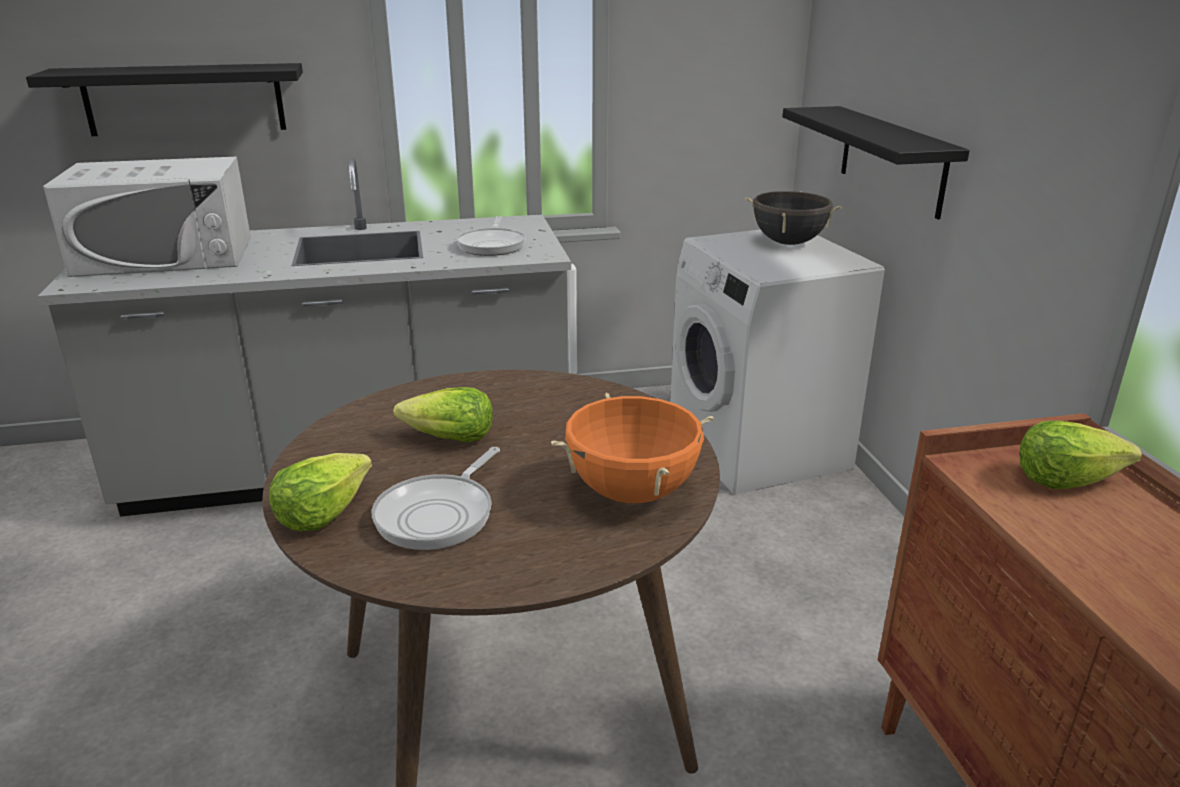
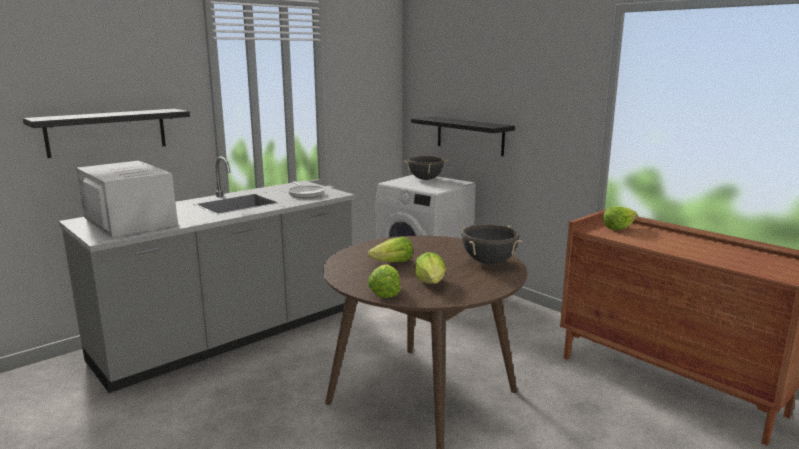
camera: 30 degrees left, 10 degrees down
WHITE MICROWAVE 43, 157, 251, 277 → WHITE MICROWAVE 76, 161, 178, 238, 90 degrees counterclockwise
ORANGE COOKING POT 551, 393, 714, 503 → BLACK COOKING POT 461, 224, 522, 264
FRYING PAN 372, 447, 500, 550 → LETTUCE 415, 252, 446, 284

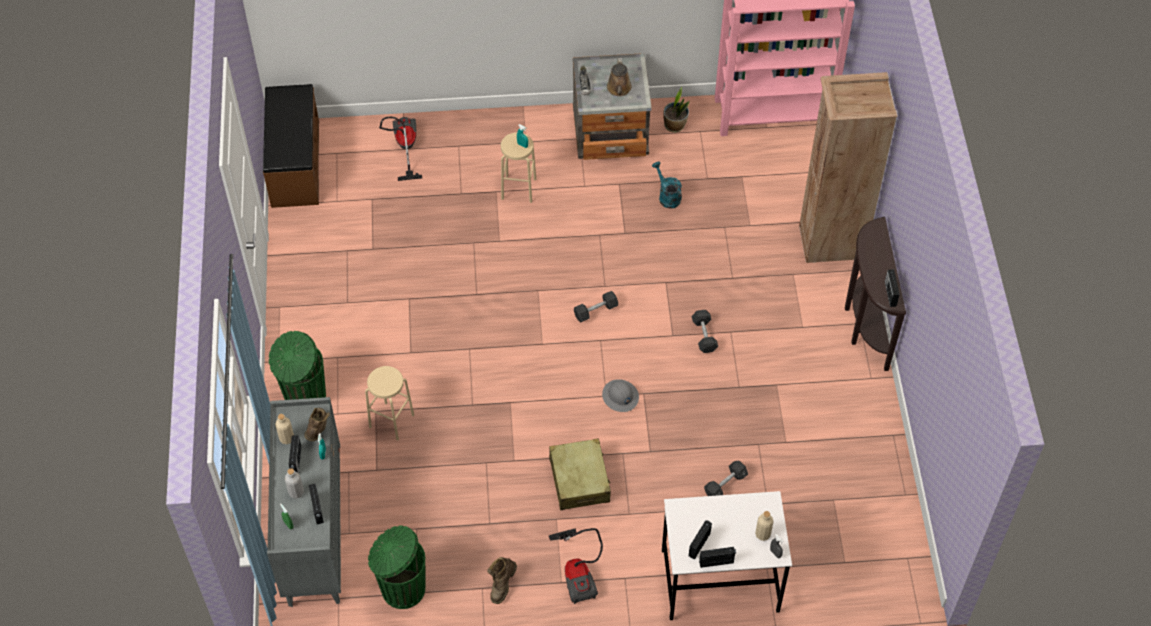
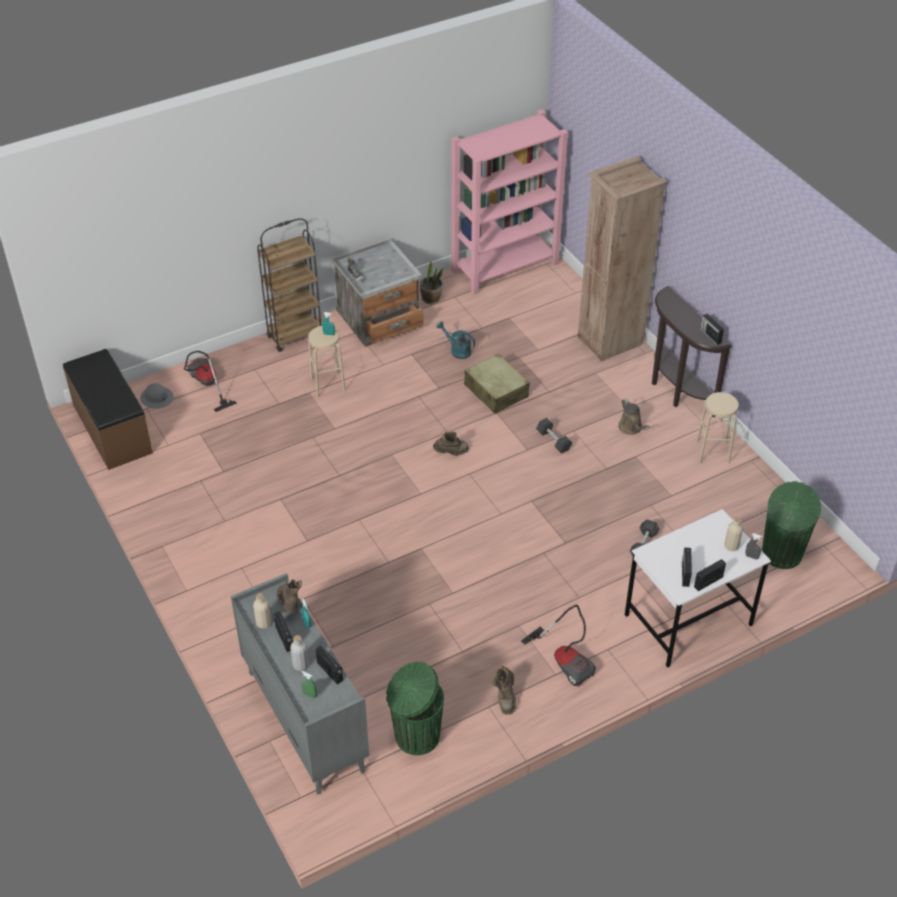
camera: 25 degrees left, 10 degrees down
BROWN WATERING CAN 607, 58, 632, 96 → BROWN WATERING CAN 618, 398, 650, 435, relocated
BLACK DUMBBELL 574, 291, 618, 322 → BROWN BOOT 433, 432, 469, 456
GREEN TRASH CAN 269, 331, 326, 400 → GREEN TRASH CAN 762, 481, 821, 569, relocated
BEIGE STOOL 365, 366, 414, 440 → BEIGE STOOL 696, 392, 739, 464, relocated
GREY HARD HAT 602, 379, 639, 412 → GREY HARD HAT 140, 383, 174, 409, relocated
BEIGE SUITCASE 549, 438, 611, 510 → BEIGE SUITCASE 464, 354, 530, 414, relocated
- → BROWN CART 257, 218, 321, 352

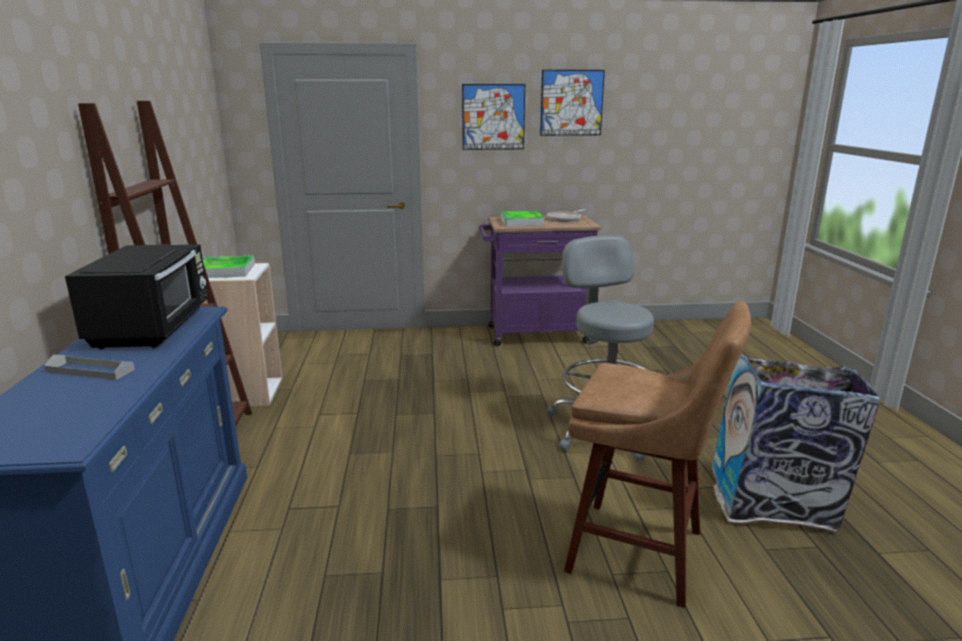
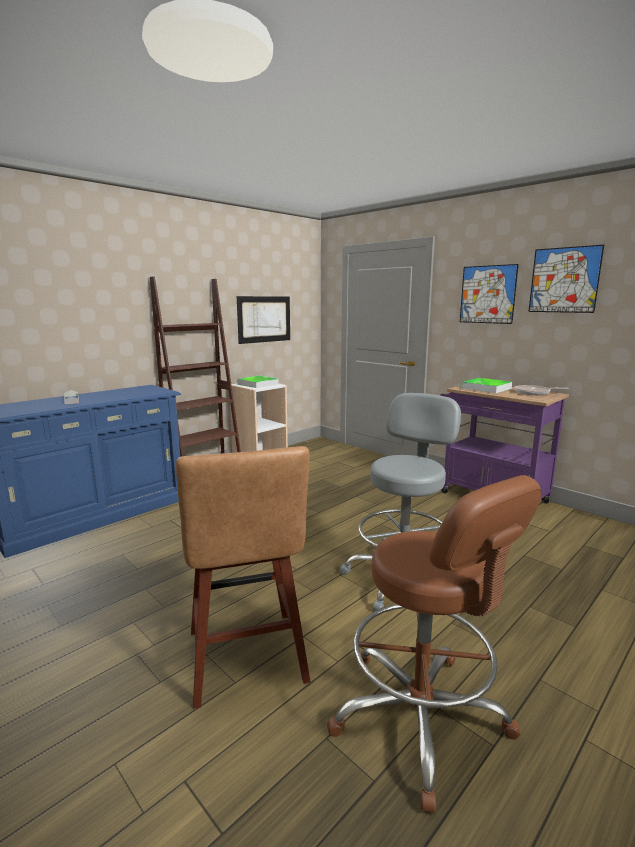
camera: 50 degrees right, 5 degrees down
BLACK MICROWAVE 65, 244, 208, 349 → -
TRASH CAN 712, 354, 880, 532 → BROWN STOOL 327, 475, 542, 813
- → PICTURE 237, 296, 290, 344

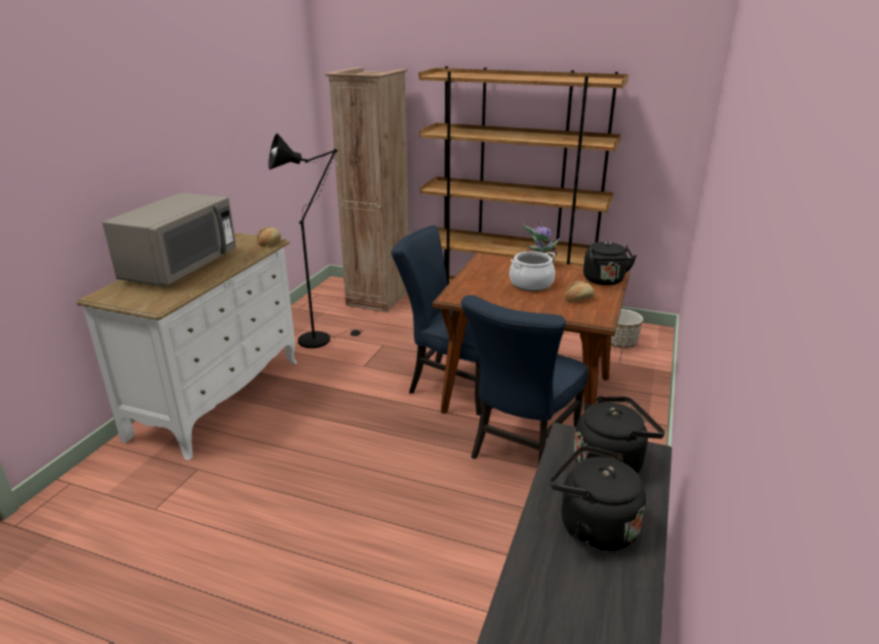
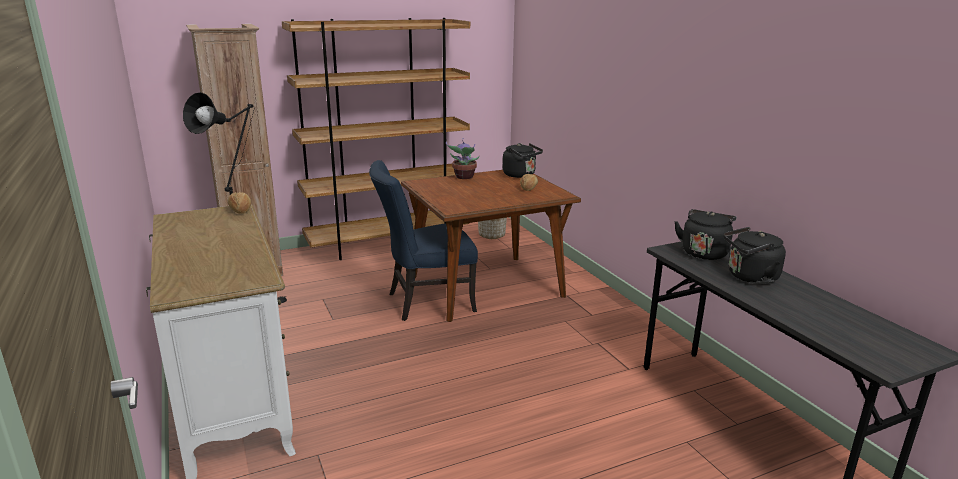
camera: 45 degrees left, 5 degrees down
GREY MICROWAVE 102, 193, 236, 286 → -
COOKING POT 509, 251, 556, 291 → -
BLUE CHAIR 461, 295, 588, 462 → -

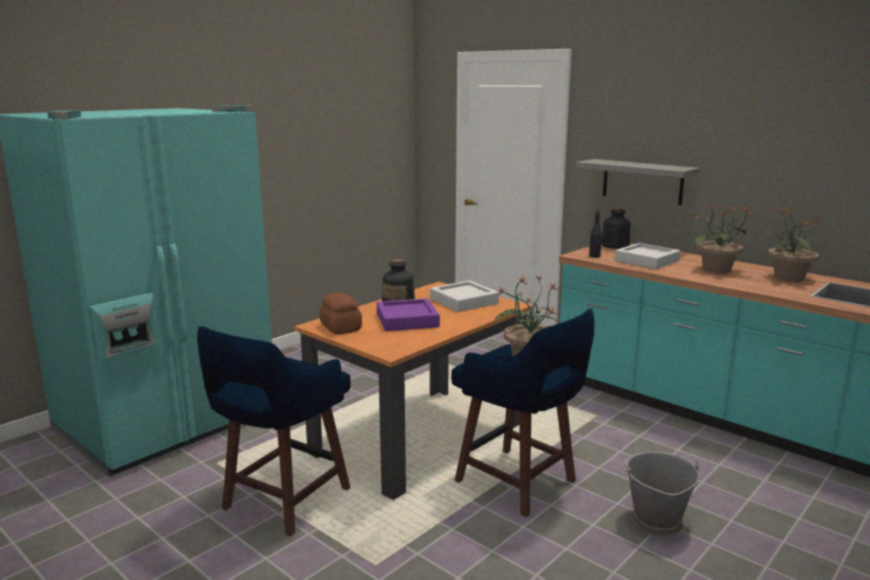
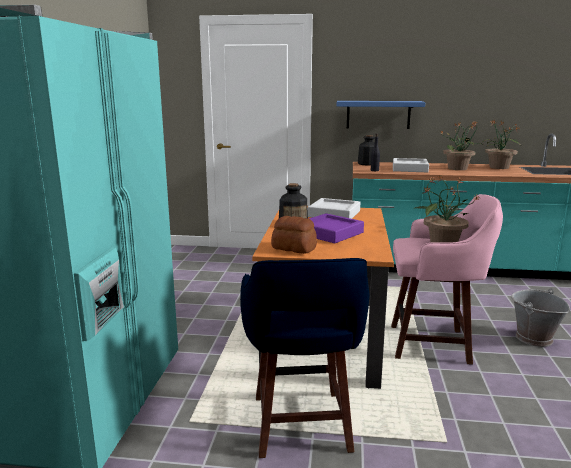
camera: 35 degrees left, 0 degrees up
GREY SHELF 576, 159, 700, 205 → BLUE SHELF 337, 101, 425, 129
BLUE STOOL 451, 309, 595, 517 → PINK STOOL 391, 194, 503, 365

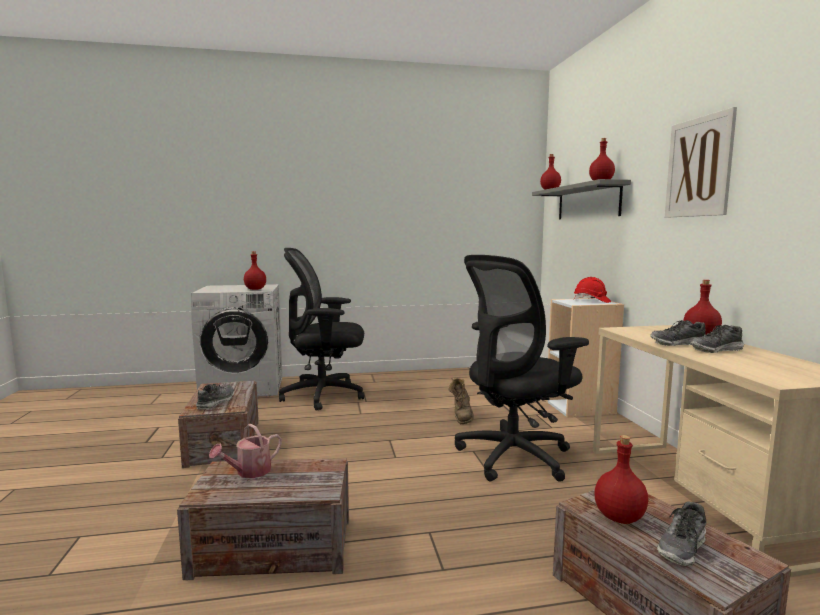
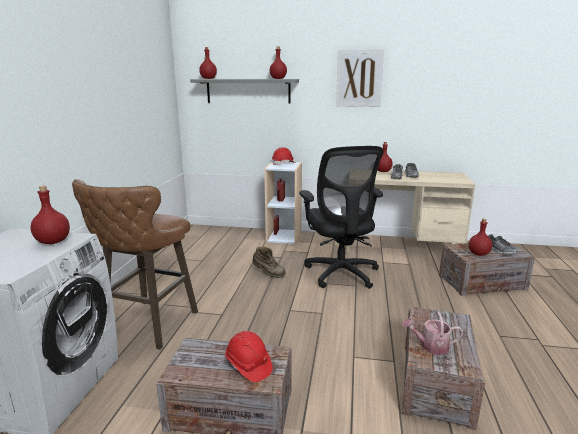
camera: 70 degrees left, 10 degrees up
BLACK OFFICE CHAIR 279, 248, 364, 411 → BROWN STOOL 72, 179, 198, 350
SHOE 196, 384, 234, 410 → RED HARD HAT 225, 331, 273, 382
WATERING CAN 209, 424, 282, 478 → WATERING CAN 402, 312, 463, 355, 120 degrees clockwise

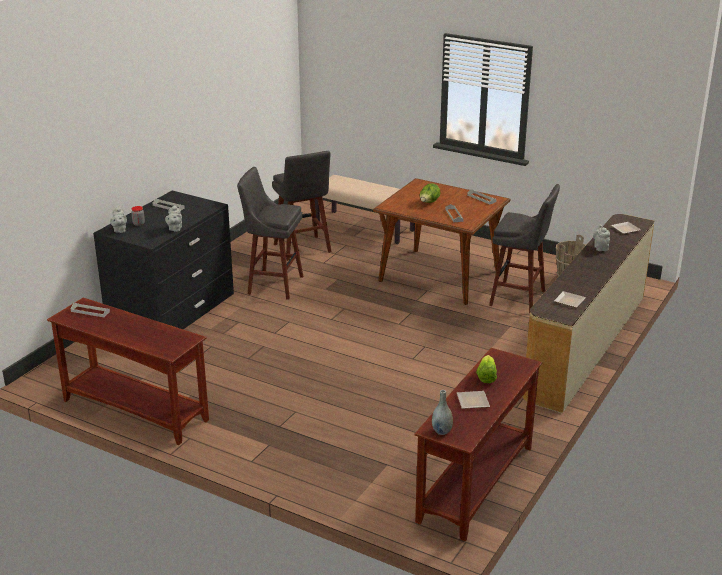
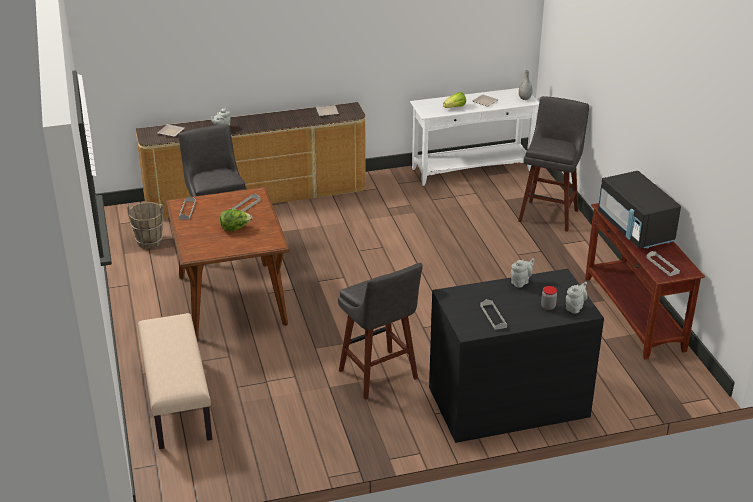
camera: 135 degrees left, 5 degrees up
GREY STOOL 272, 151, 331, 261 → GREY STOOL 518, 96, 589, 232, relocated
BROWN CONSOLE TABLE 414, 348, 542, 541 → WHITE CONSOLE TABLE 410, 88, 539, 186
- → BLACK MICROWAVE 598, 171, 681, 249

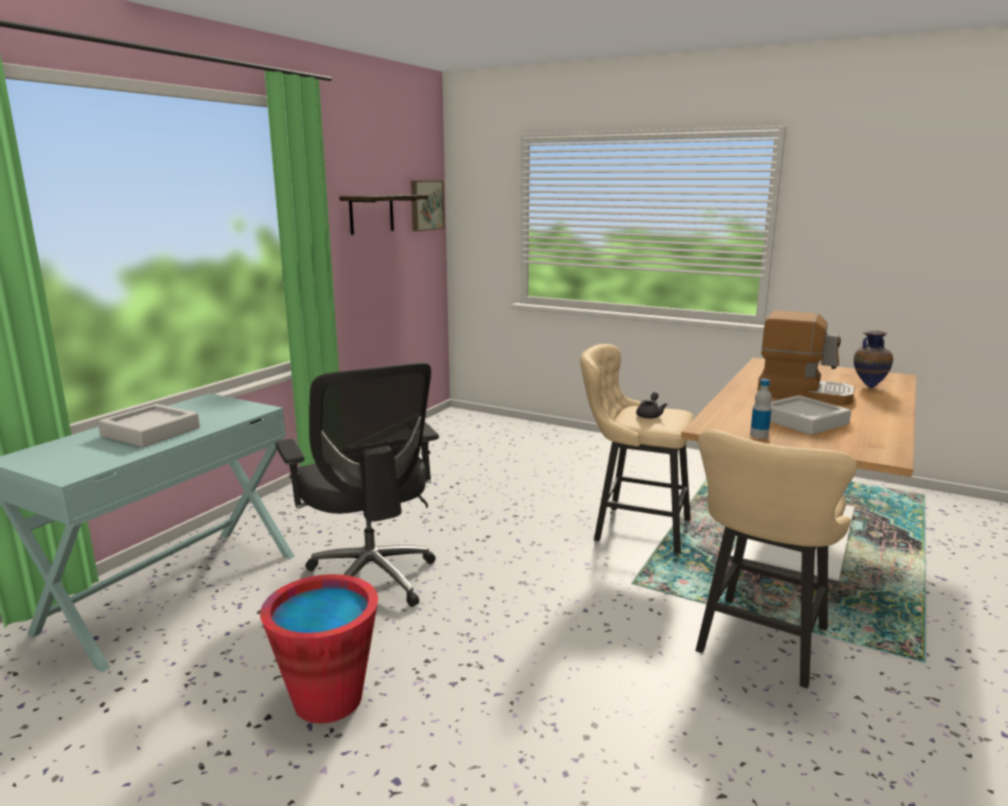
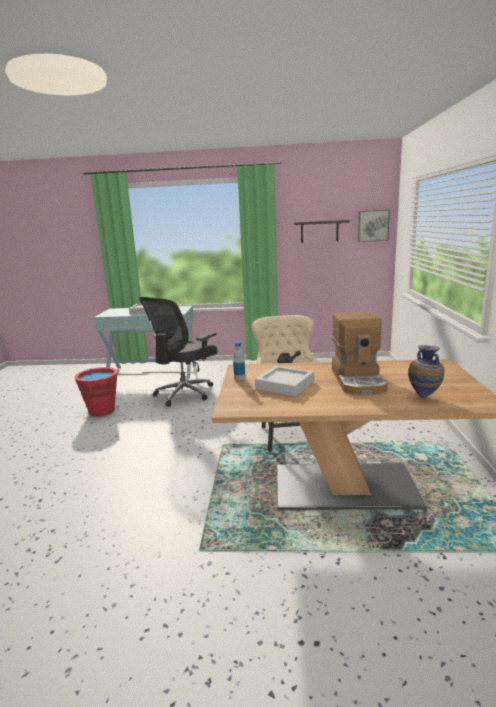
camera: 65 degrees right, 0 degrees up
BEIGE STOOL 695, 429, 857, 689 → -

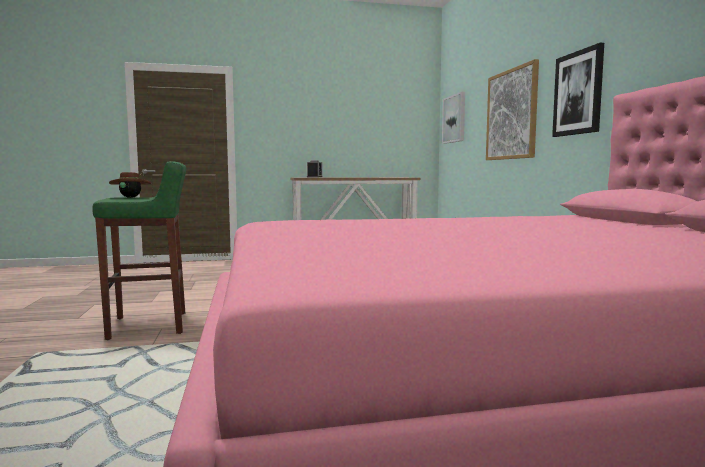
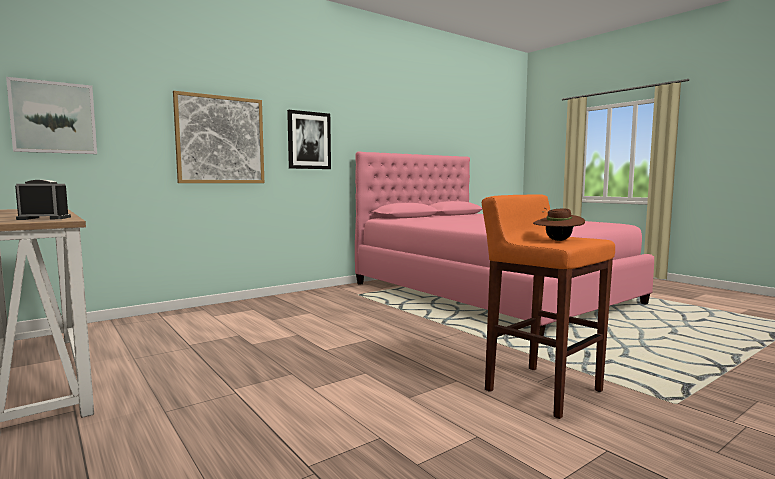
camera: 115 degrees left, 0 degrees up
GREEN STOOL 93, 161, 186, 340 → ORANGE STOOL 482, 194, 615, 419

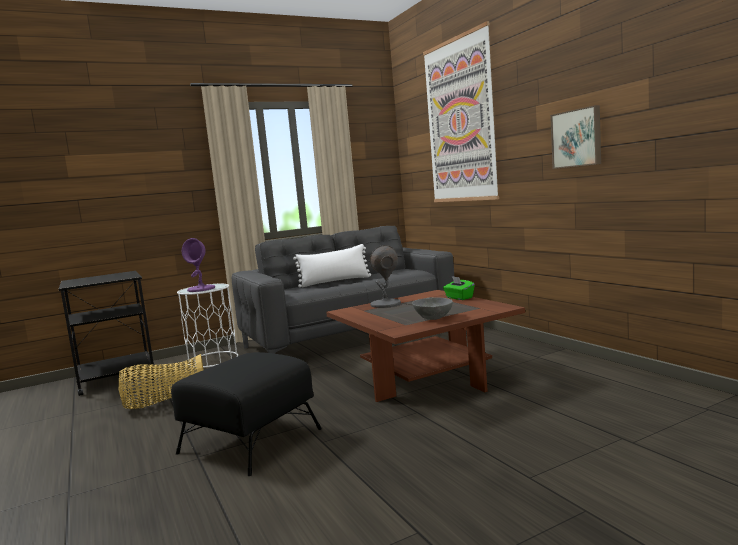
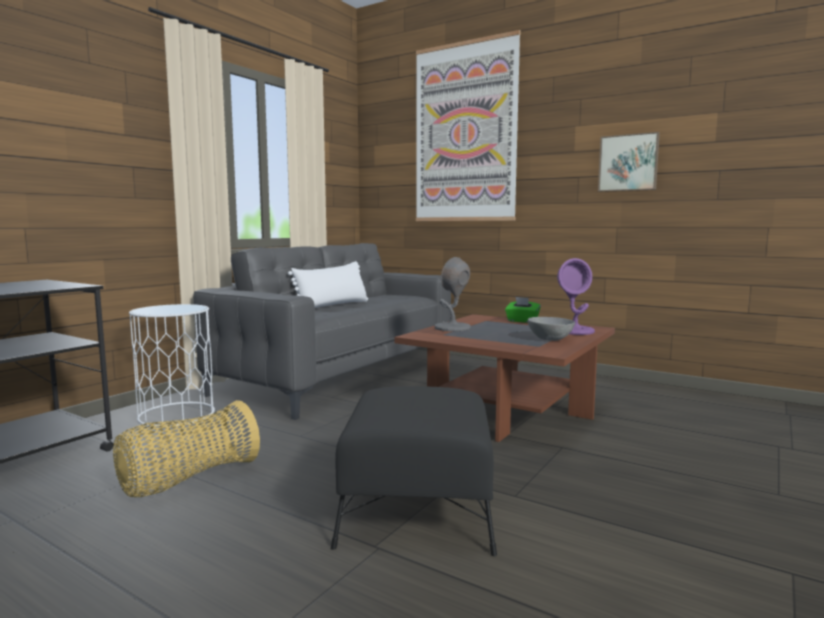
camera: 30 degrees left, 0 degrees up
PURPLE TABLE LAMP 182, 238, 215, 292 → PURPLE TABLE LAMP 557, 258, 595, 335, relocated

